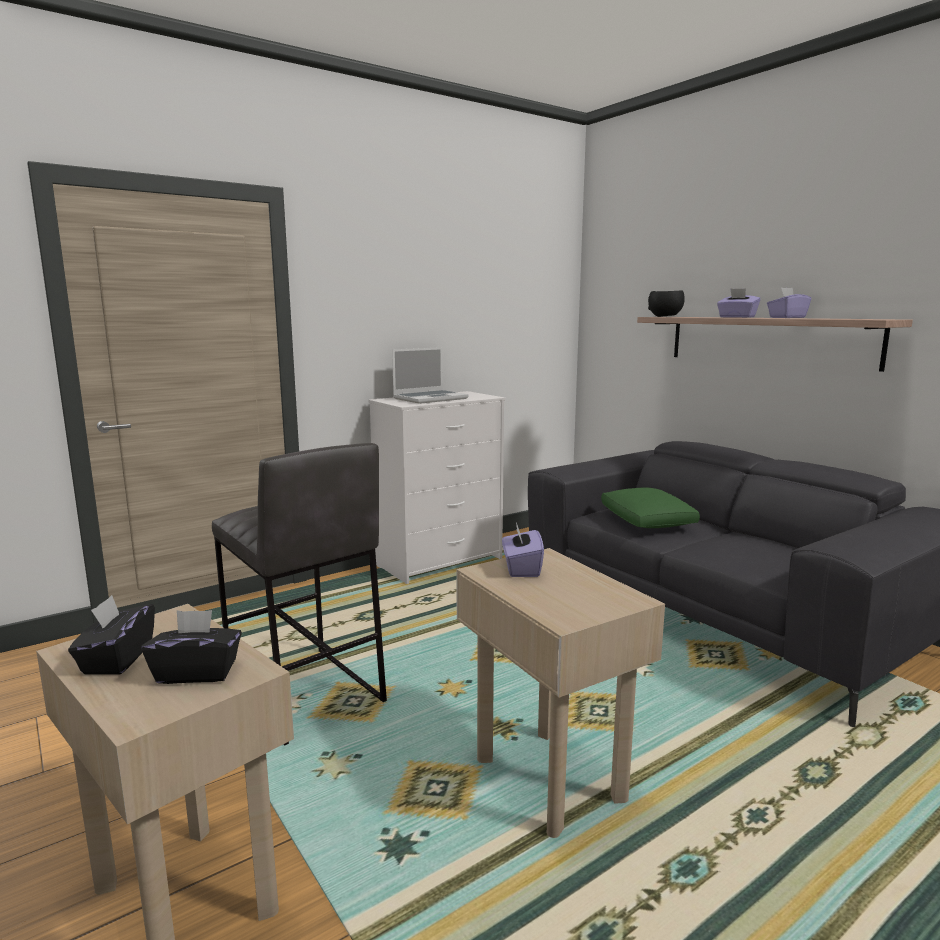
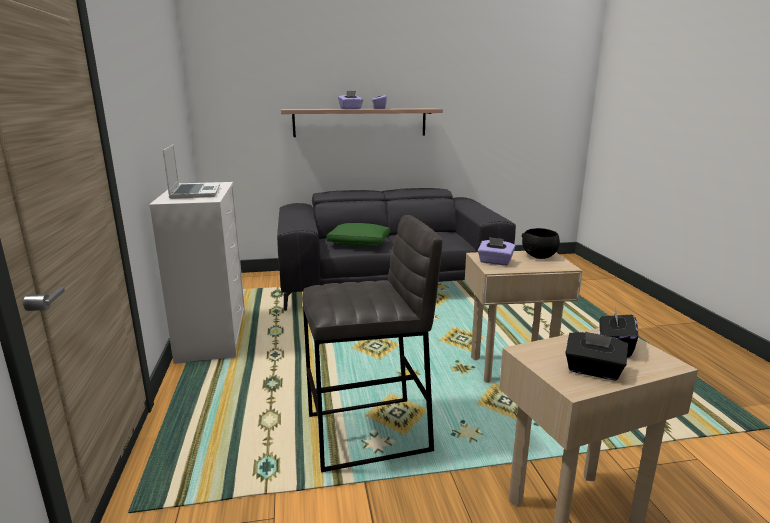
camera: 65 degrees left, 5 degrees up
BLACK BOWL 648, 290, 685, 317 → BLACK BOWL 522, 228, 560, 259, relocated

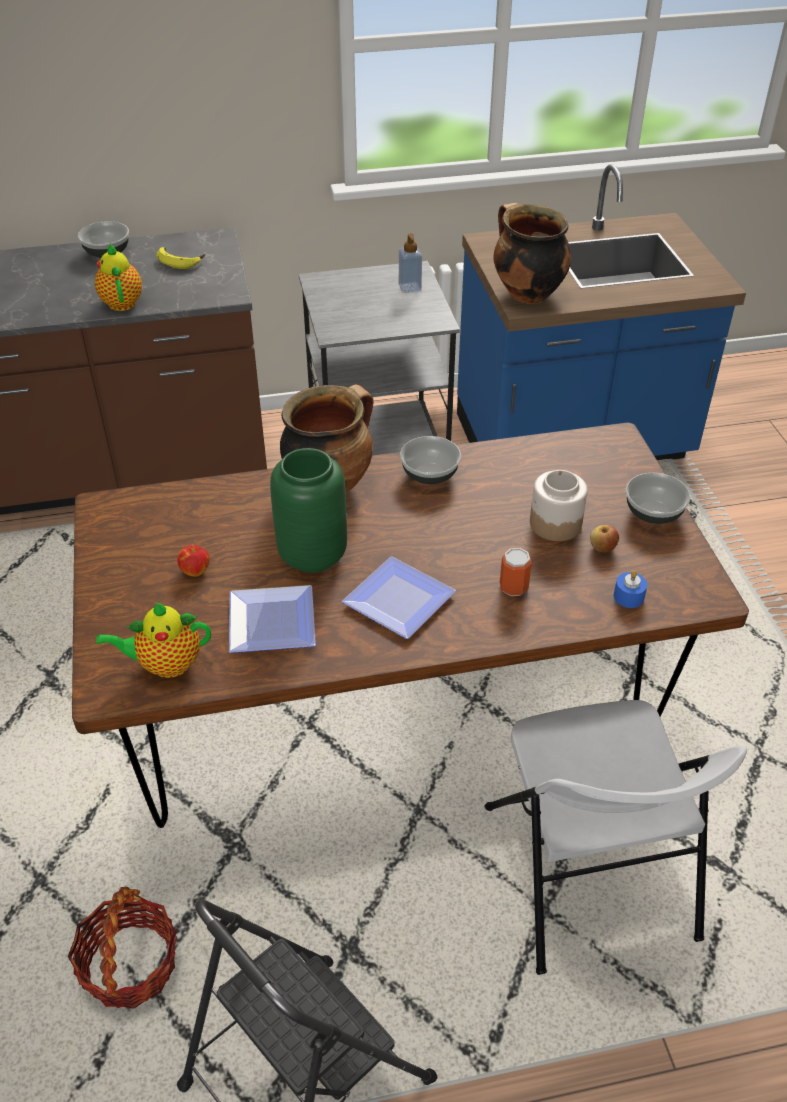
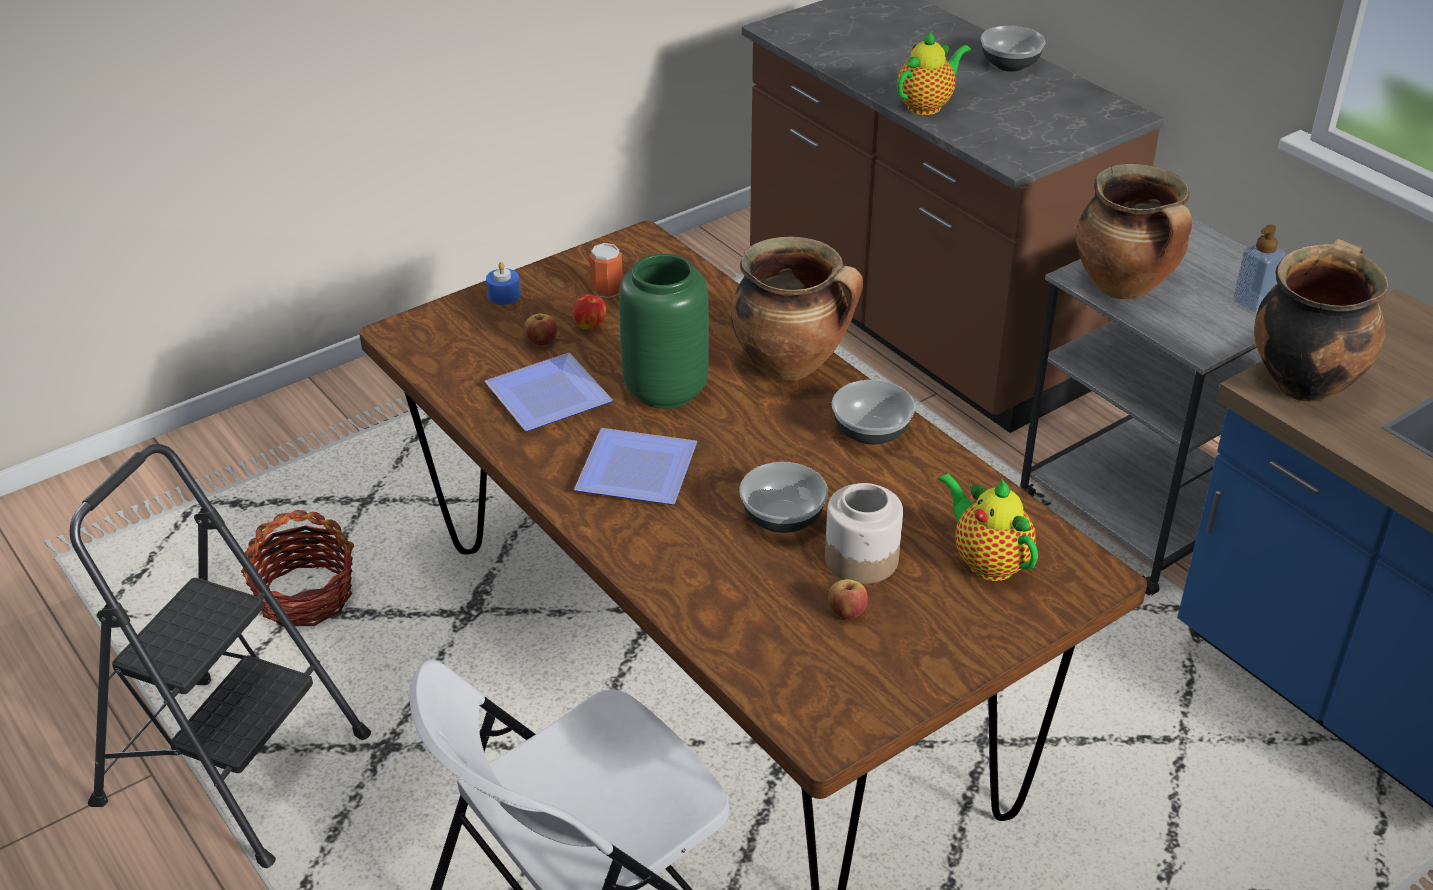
camera: 65 degrees right, 5 degrees down
BANANA 156, 247, 205, 269 → -
BOWL 626, 473, 691, 524 → BOWL 739, 462, 828, 533, relocated
CAN 500, 548, 532, 596 → CAN 589, 243, 623, 298, relocated
BLUE CANDLE 614, 571, 648, 608 → BLUE CANDLE 486, 262, 521, 305, relocated
TEAPOT 96, 602, 211, 678 → TEAPOT 938, 473, 1038, 581, relocated
- → COOKING POT 1076, 164, 1192, 299
- → APPLE 524, 314, 557, 346

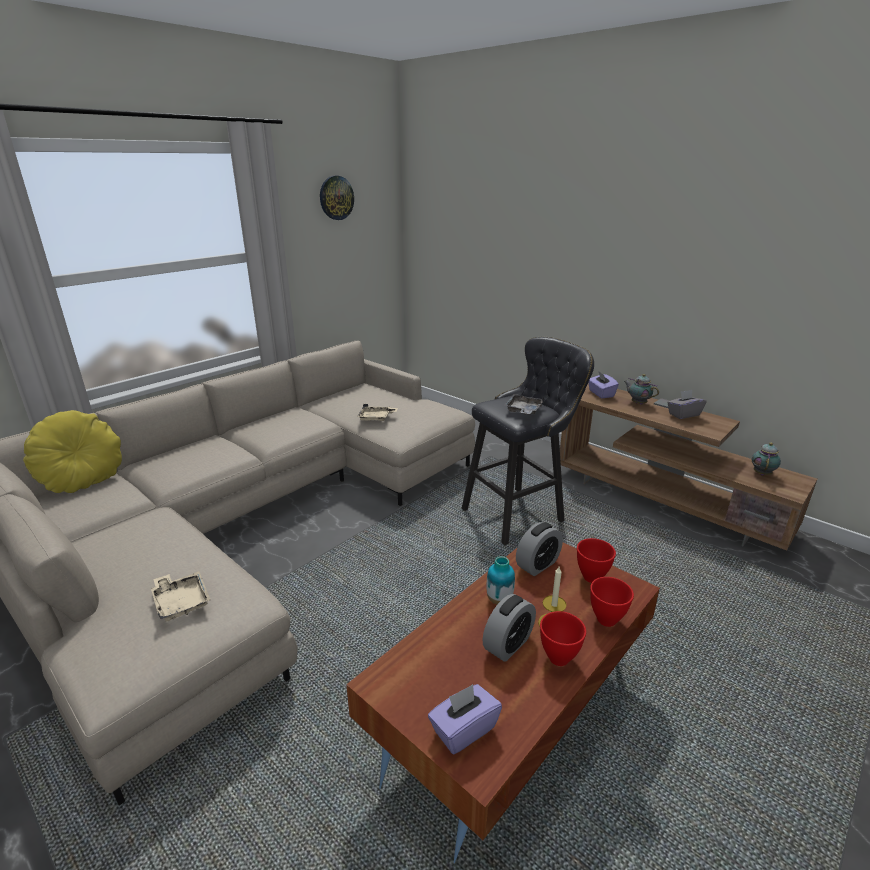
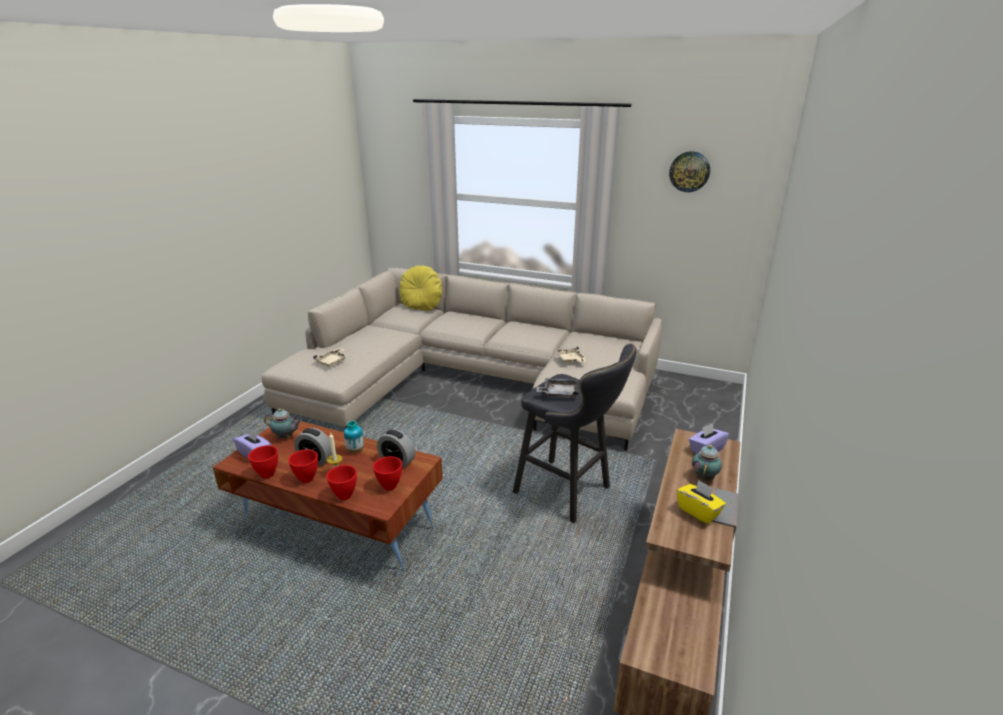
camera: 70 degrees right, 0 degrees up
GREY TISSUE BOX 667, 390, 707, 419 → YELLOW TISSUE BOX 677, 480, 726, 524
TEAPOT 752, 442, 781, 475 → TEAPOT 264, 408, 302, 439, relocated
- → RED BOWL 248, 445, 278, 478

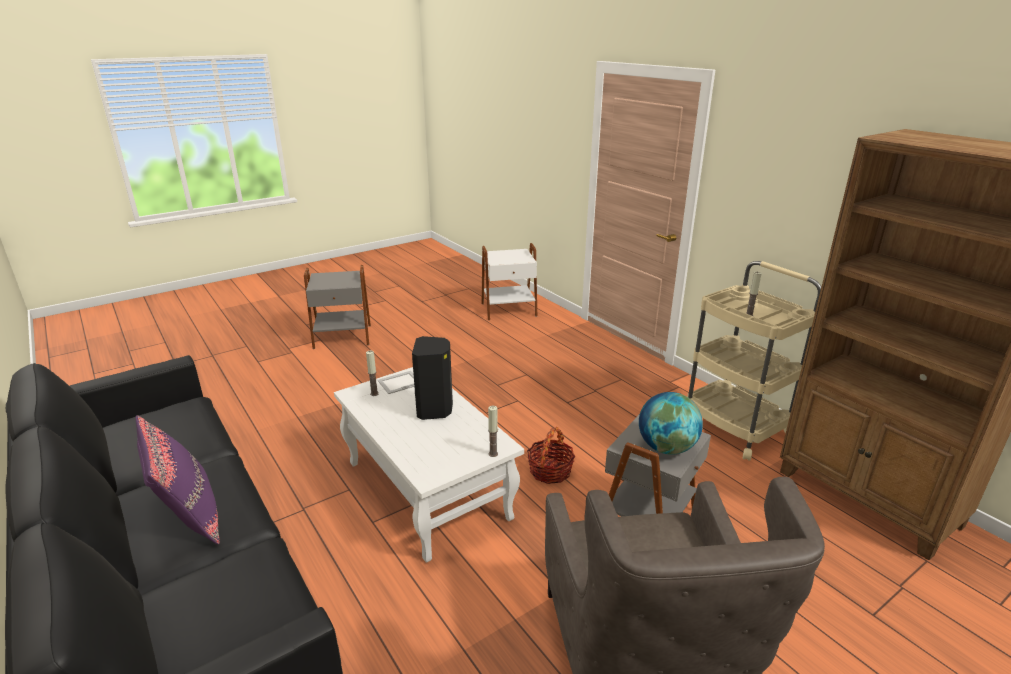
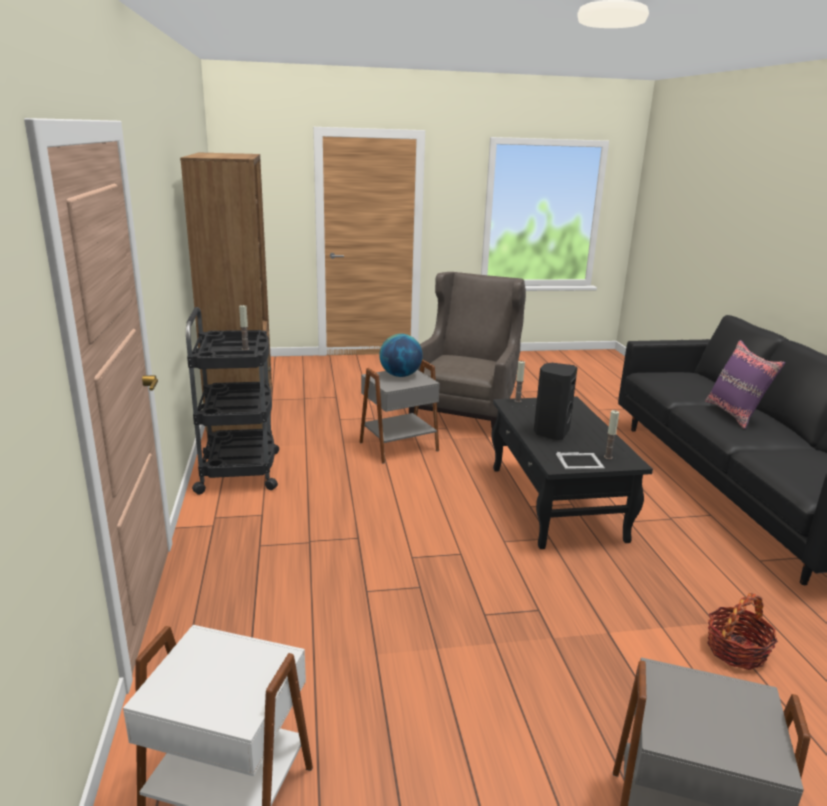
camera: 155 degrees left, 5 degrees down
BEIGE CART 687, 261, 821, 461 → BLACK CART 186, 307, 279, 495
WHITE COFFEE TABLE 334, 367, 524, 563 → BLACK COFFEE TABLE 491, 396, 653, 549
BASKET 527, 427, 575, 484 → BASKET 707, 593, 778, 670, relocated

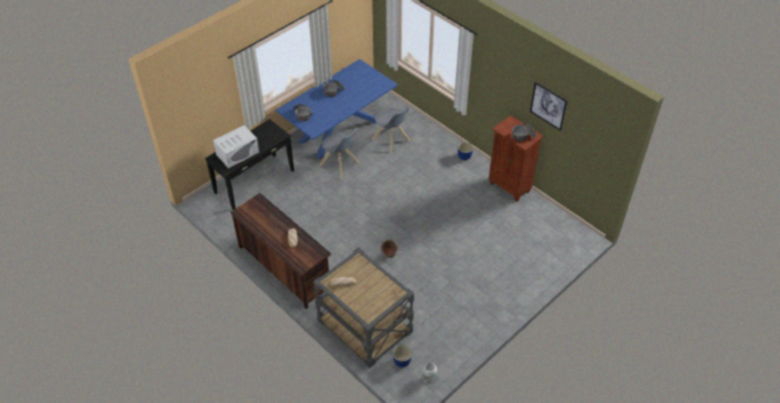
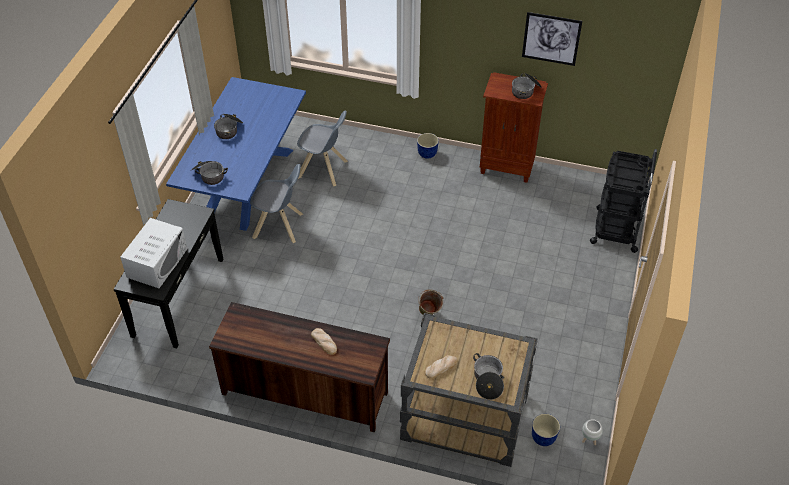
camera: 30 degrees left, 0 degrees up
- → BLACK CART 590, 149, 657, 253
- → COOKING POT 473, 353, 504, 400

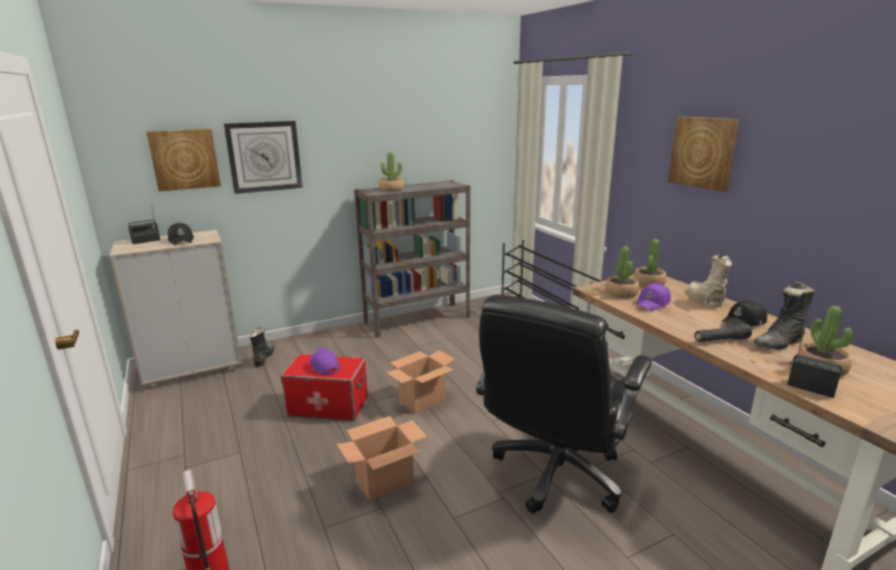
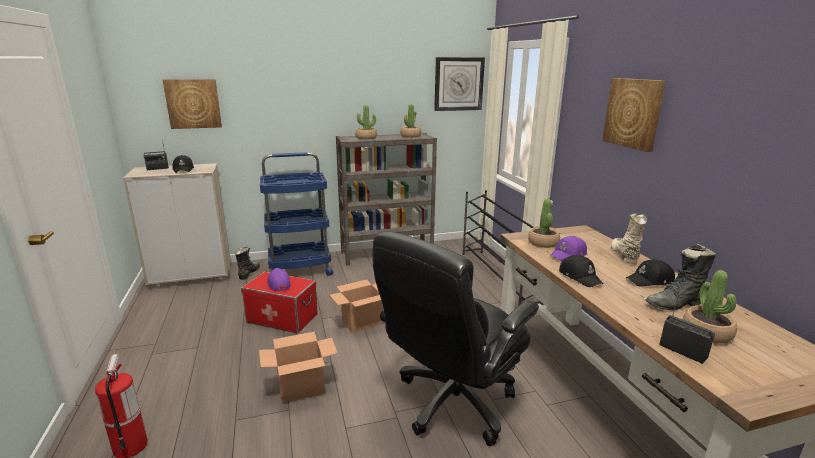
camera: 10 degrees right, 0 degrees up
WALL CLOCK 224, 121, 303, 194 → WALL CLOCK 434, 57, 485, 111, relocated
POTTED PLANT 634, 239, 667, 287 → POTTED PLANT 400, 104, 421, 138, relocated
BLACK FLASHLIGHT 695, 324, 752, 342 → -
- → BLUE CART 260, 152, 333, 276
- → BLACK CAP 559, 255, 603, 287

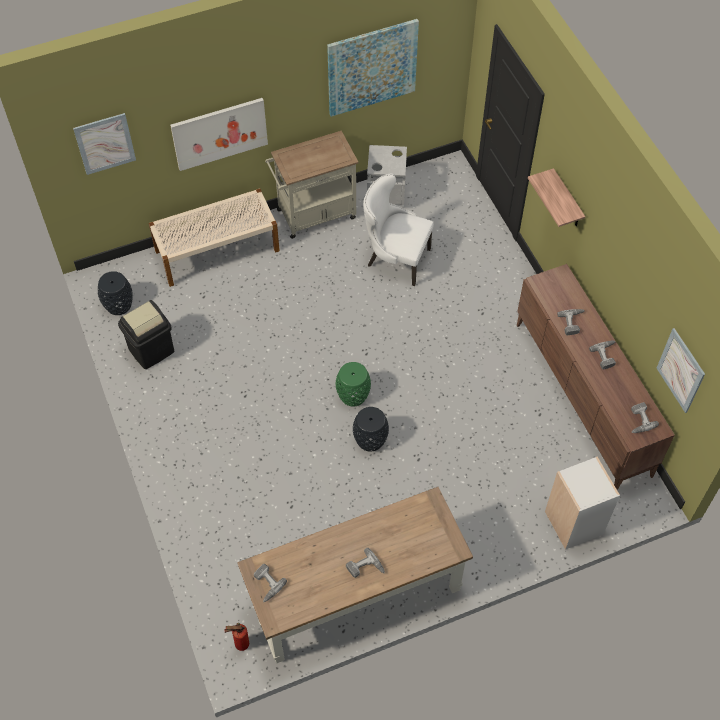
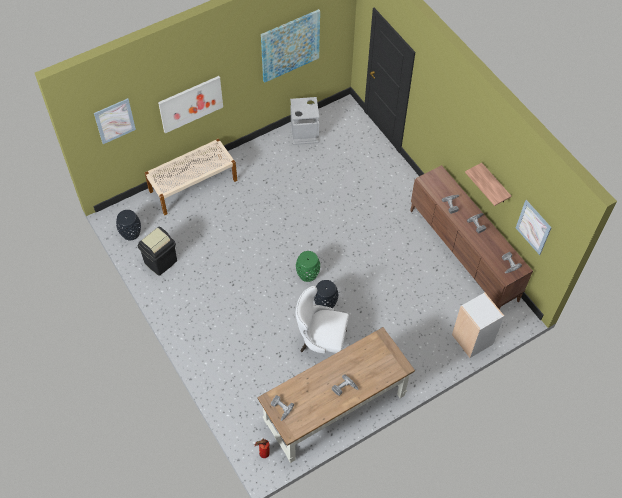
camera: 10 degrees left, 0 degrees up
BEIGE CART 265, 131, 358, 239 → -
SHELF 528, 168, 586, 227 → SHELF 465, 163, 511, 206, relocated
WHITE CHAIR 363, 173, 434, 286 → WHITE CHAIR 296, 286, 349, 353, relocated

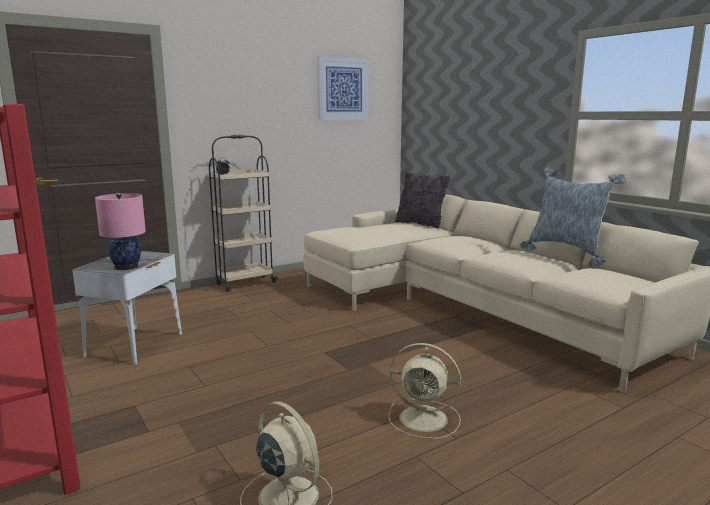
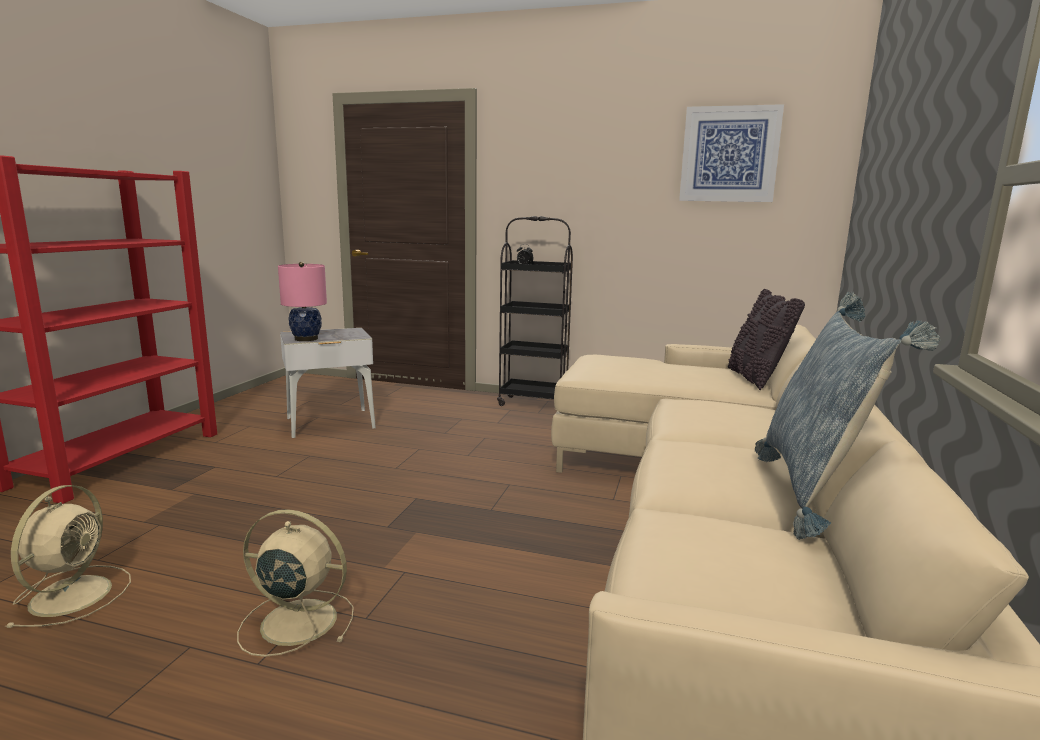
camera: 50 degrees right, 0 degrees up
BEIGE CART 209, 135, 279, 292 → BLACK CART 497, 216, 573, 406
BEIGE FAN 388, 343, 461, 439 → BEIGE FAN 237, 509, 354, 657, 120 degrees clockwise

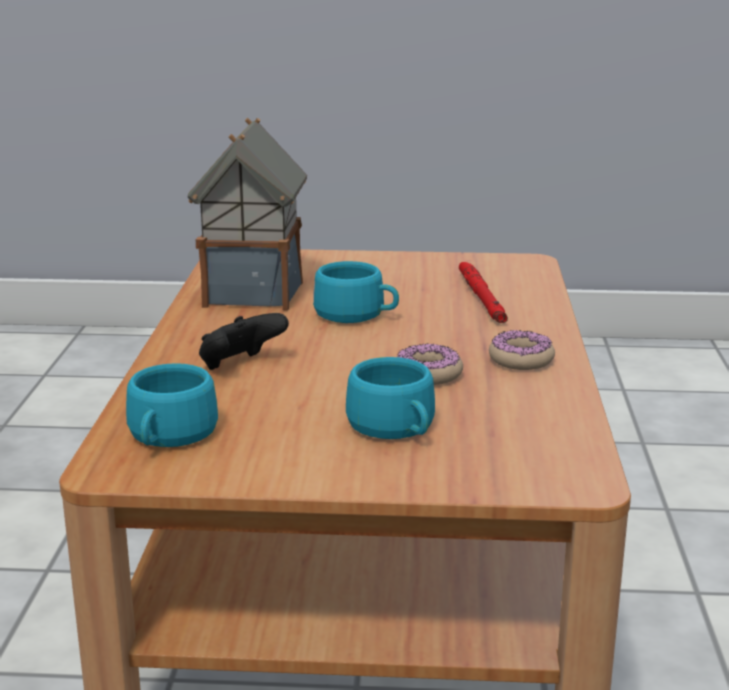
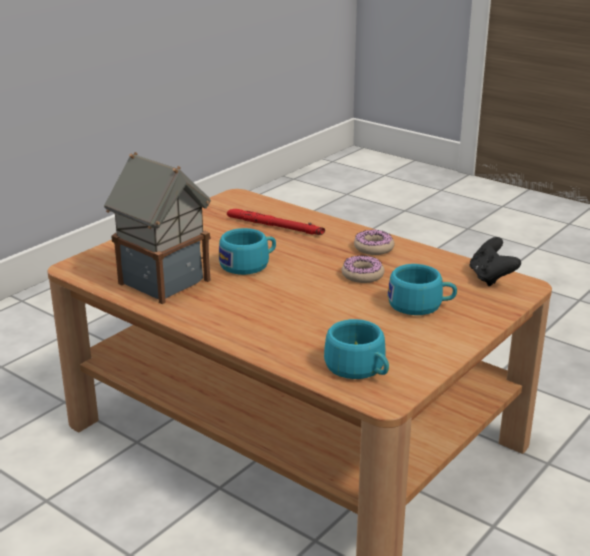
camera: 55 degrees left, 5 degrees up
BLACK GAME CONTROLLER 199, 313, 289, 370 → BLACK GAME CONTROLLER 469, 237, 521, 286, relocated

